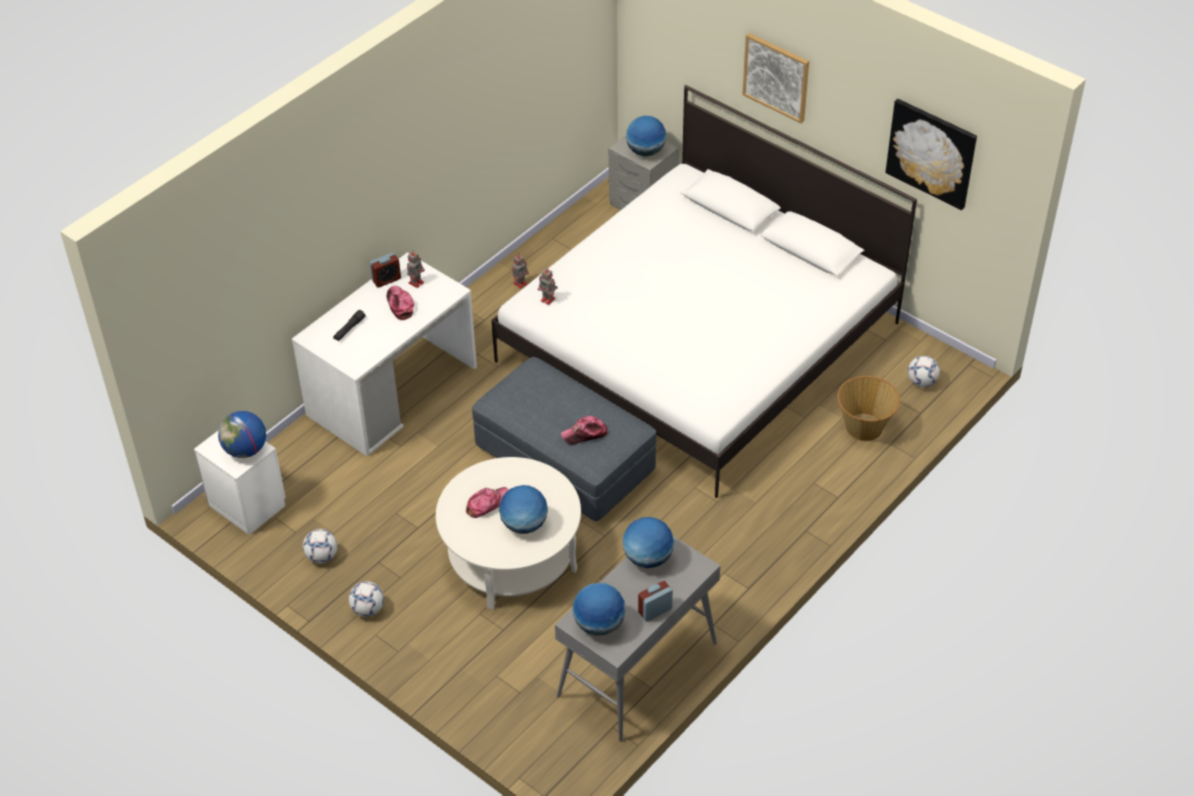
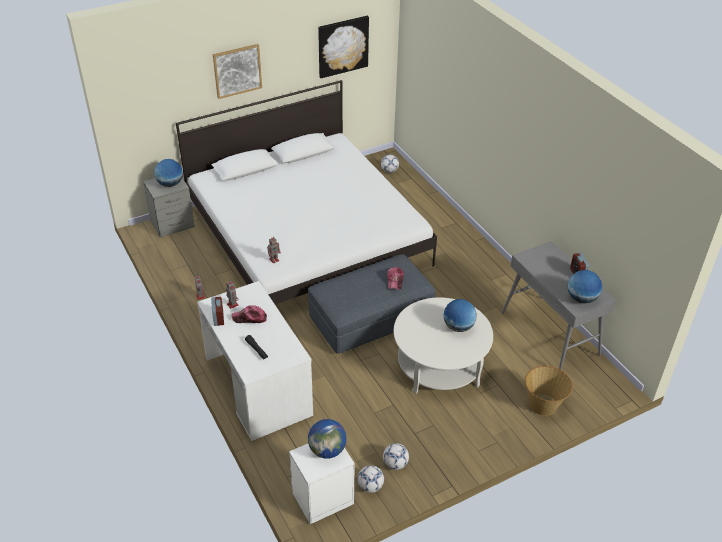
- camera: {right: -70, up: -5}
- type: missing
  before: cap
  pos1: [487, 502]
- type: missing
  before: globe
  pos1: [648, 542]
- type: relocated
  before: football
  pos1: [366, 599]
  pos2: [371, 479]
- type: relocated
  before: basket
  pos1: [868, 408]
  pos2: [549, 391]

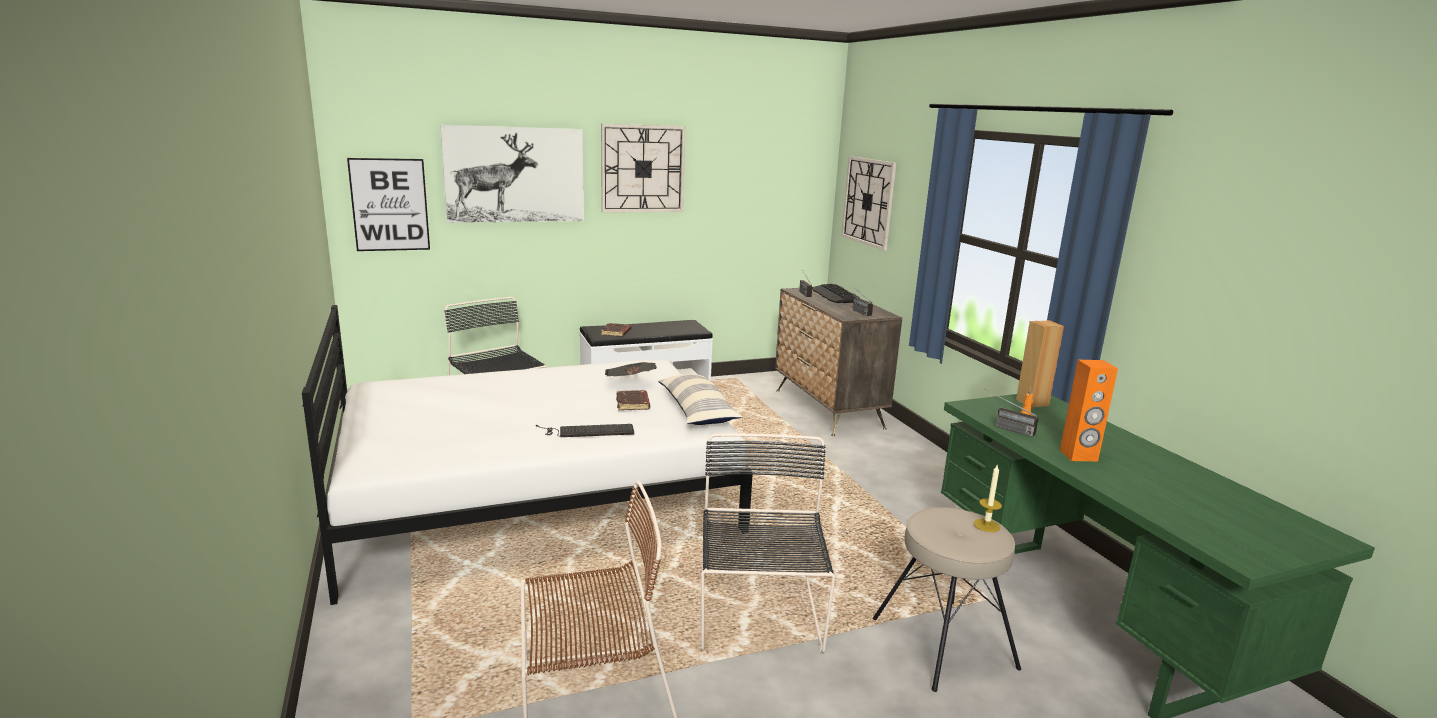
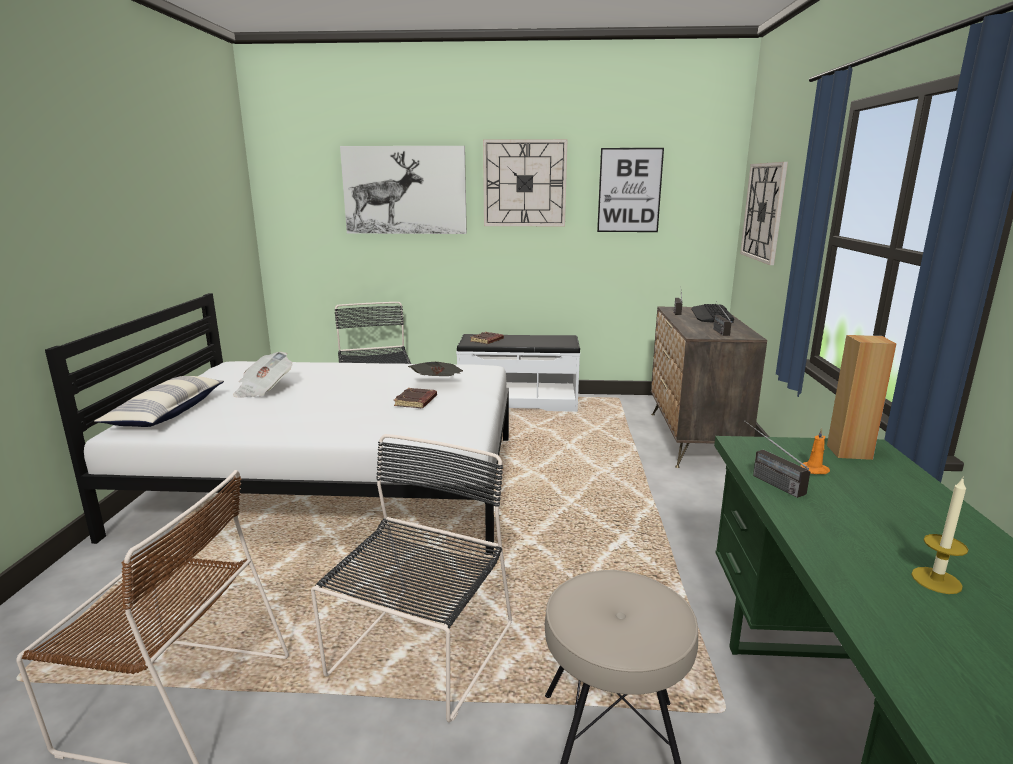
- camera: {right: 25, up: 0}
- type: missing
  before: keyboard
  pos1: [585, 430]
- type: missing
  before: orange speaker
  pos1: [1089, 410]
- type: appeared
  after: newspaper
  pos2: [262, 375]
- type: relocated
  before: picture
  pos1: [388, 204]
  pos2: [630, 190]
- type: relocated
  before: pillow
  pos1: [700, 399]
  pos2: [159, 401]
- type: relocated
  before: candle
  pos1: [988, 498]
  pos2: [939, 536]

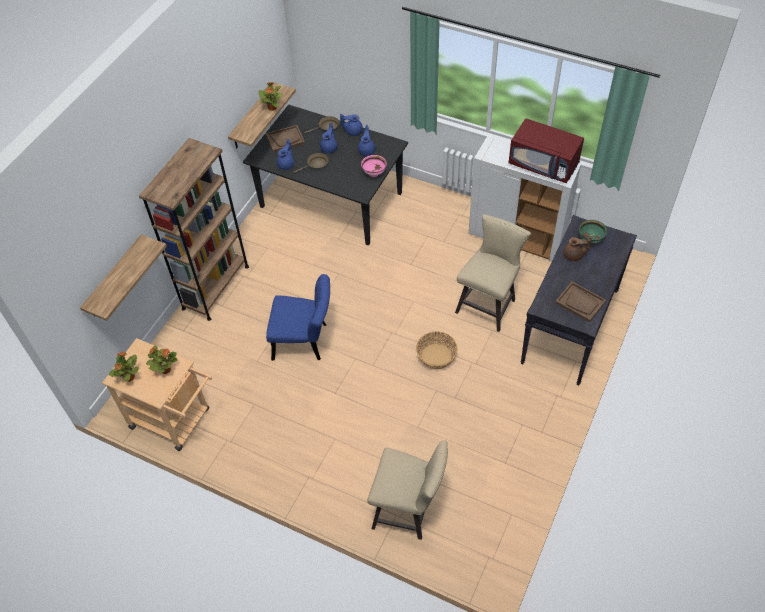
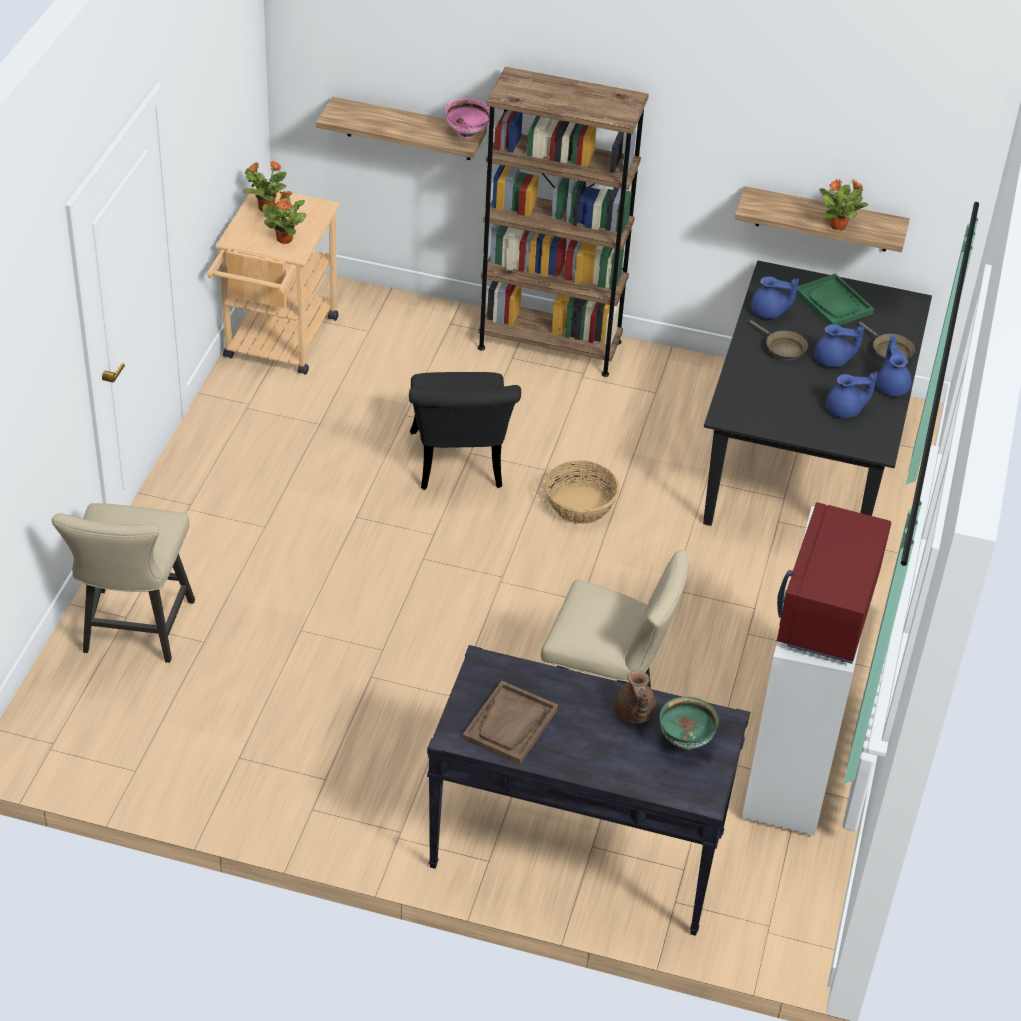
- camera: {right: 75, up: -10}
- type: relocated
  before: pink bowl
  pos1: [374, 166]
  pos2: [468, 119]
- type: relocated
  before: basket
  pos1: [437, 350]
  pos2: [582, 492]
- type: colour
  before: brown tray
  after: green tray
  pos1: [285, 139]
  pos2: [835, 299]
- type: colour
  before: blue chair
  after: black chair
  pos1: [298, 317]
  pos2: [465, 431]

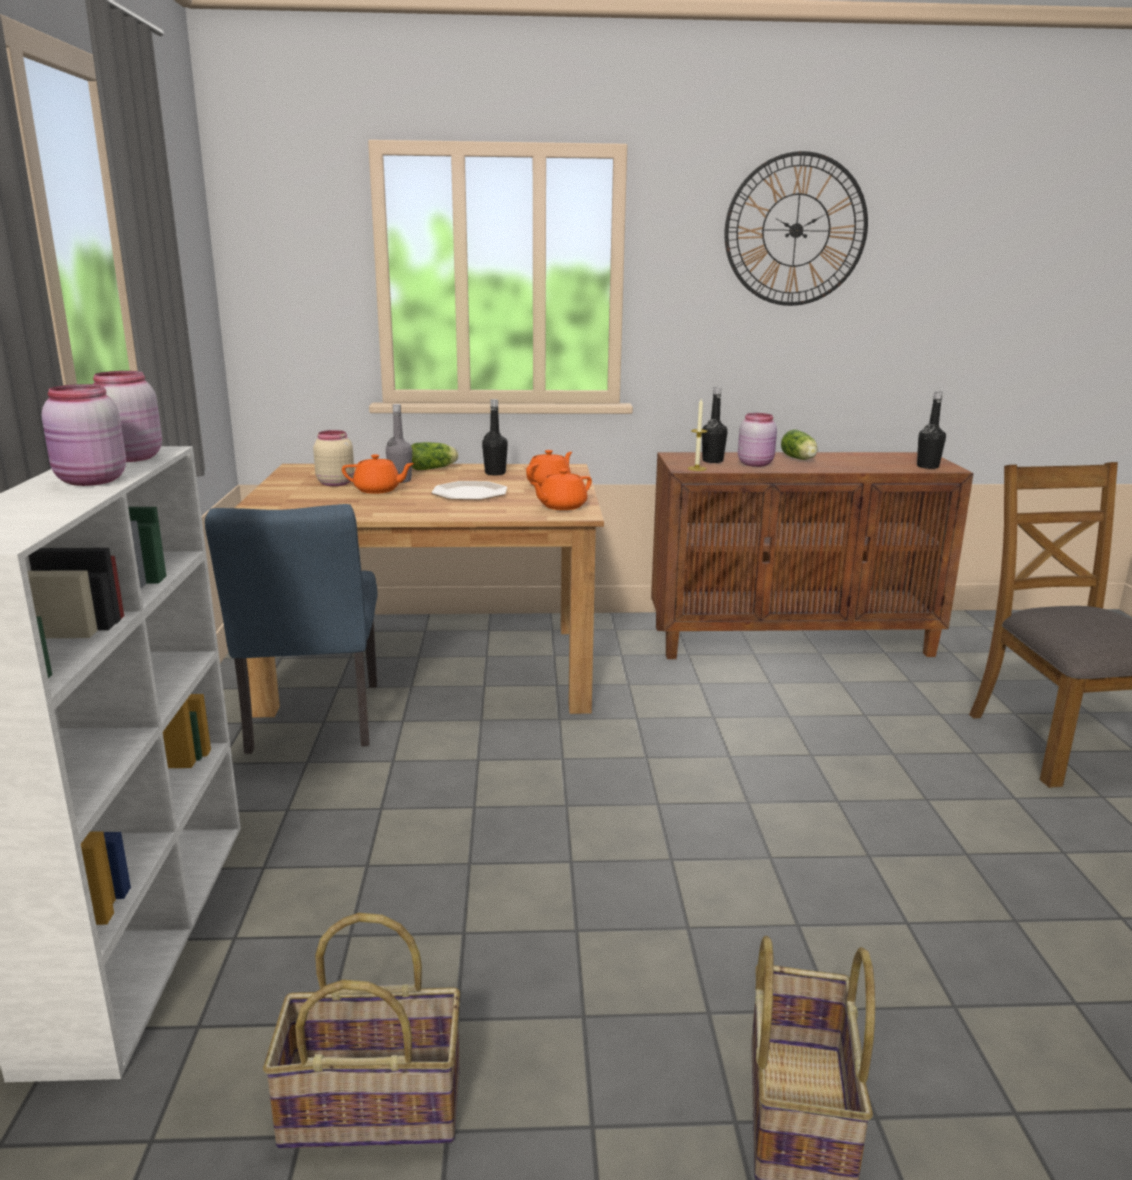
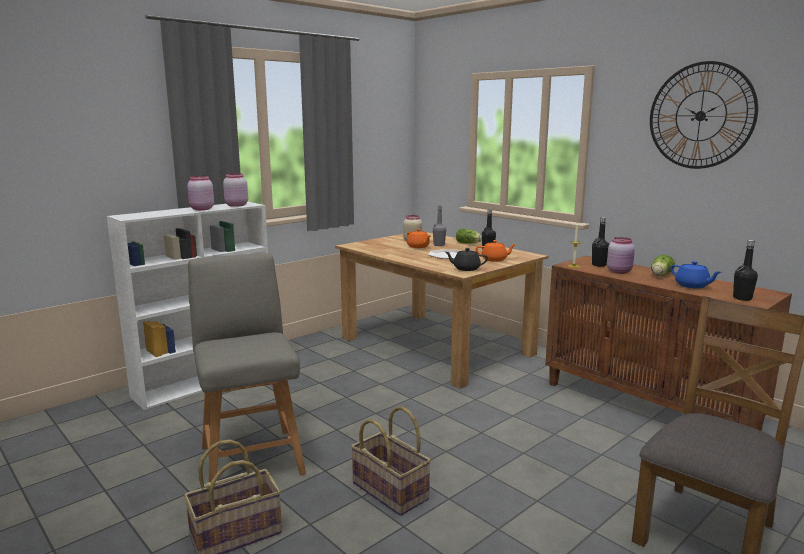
- camera: {right: 50, up: -5}
- type: missing
  before: blue chair
  pos1: [291, 629]
- type: appeared
  after: grey chair
  pos2: [247, 368]
- type: appeared
  after: blue teapot
  pos2: [696, 274]
- type: relocated
  before: basket
  pos1: [361, 1030]
  pos2: [391, 461]
- type: colour
  before: orange teapot
  after: black teapot
  pos1: [561, 489]
  pos2: [466, 259]

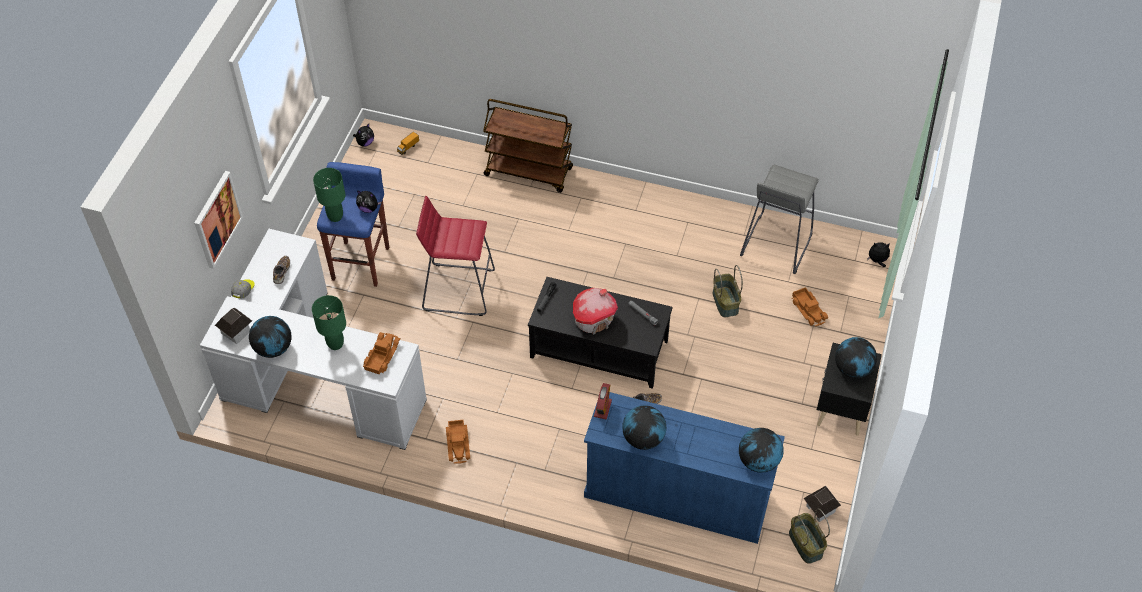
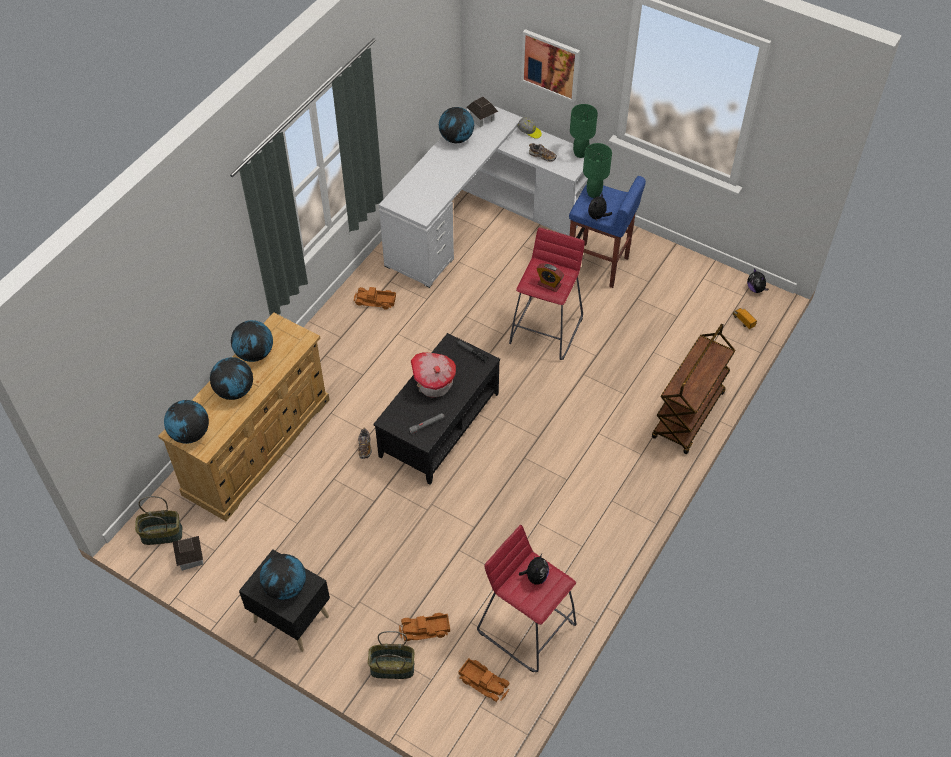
- camera: {right: 105, up: 0}
- type: appeared
  after: globe
  pos2: [231, 378]
- type: relocated
  before: green table lamp
  pos1: [329, 322]
  pos2: [584, 131]
- type: relocated
  before: toy truck
  pos1: [382, 353]
  pos2: [484, 680]
- type: relocated
  before: alarm clock
  pos1: [603, 401]
  pos2: [550, 277]
- type: relocated
  before: basket
  pos1: [728, 291]
  pos2: [391, 655]
- type: relocated
  before: plush toy
  pos1: [879, 254]
  pos2: [534, 569]
- type: colour
  before: blue dresser
  after: beige dresser
  pos1: [684, 468]
  pos2: [243, 416]
- type: colour
  before: grey stool
  after: red stool
  pos1: [779, 219]
  pos2: [526, 598]

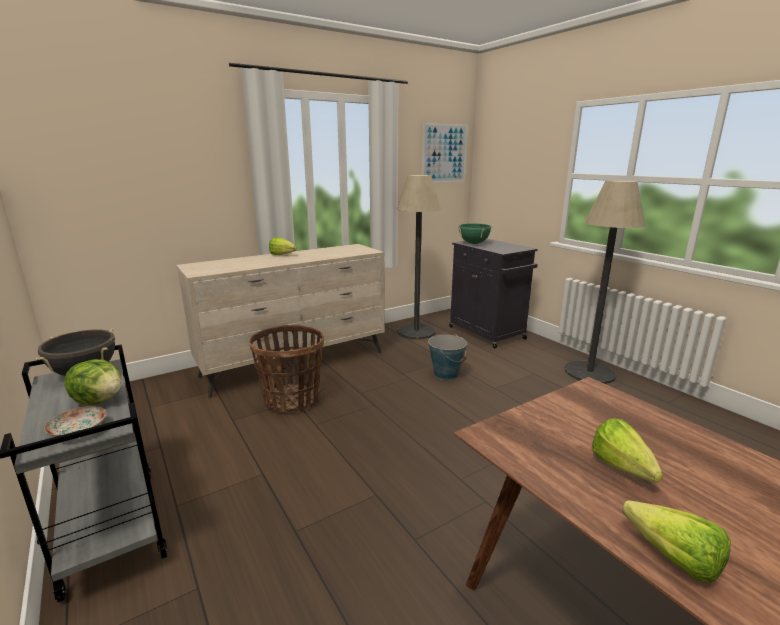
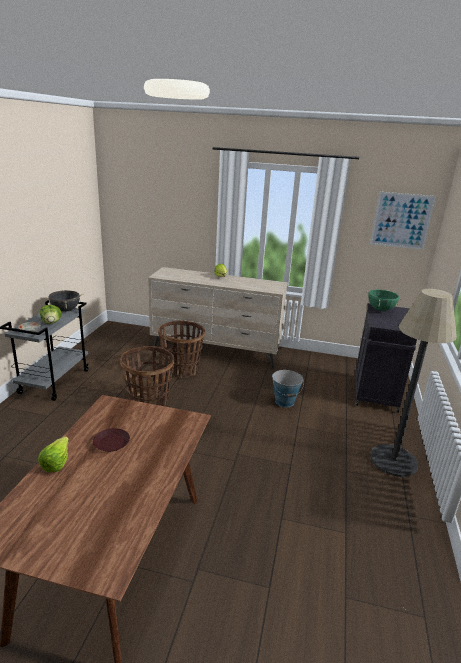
- camera: {right: 45, up: 5}
- type: missing
  before: floor lamp
  pos1: [419, 257]
- type: appeared
  after: basket
  pos2: [147, 376]
- type: exchanged
  before: lettuce
  after: brown plate
  pos1: [627, 450]
  pos2: [111, 440]

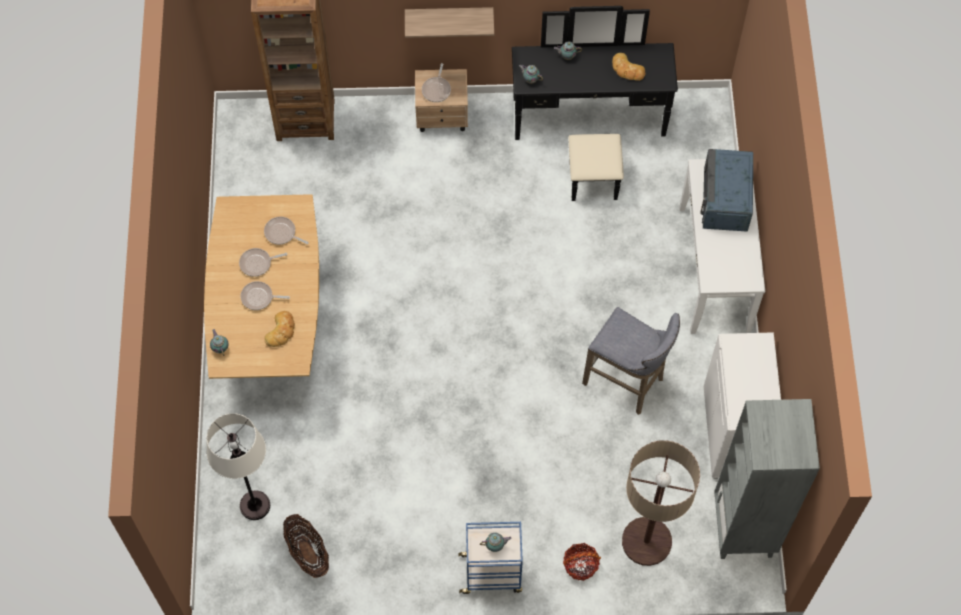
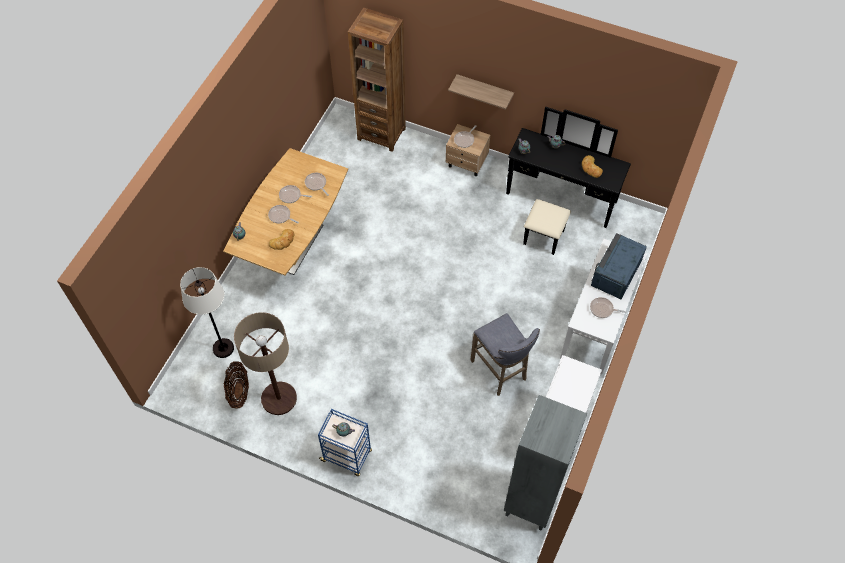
- camera: {right: 25, up: -5}
- type: missing
  before: basket
  pos1: [582, 562]
- type: appeared
  after: frying pan
  pos2: [608, 307]
- type: relocated
  before: floor lamp
  pos1: [661, 503]
  pos2: [265, 363]

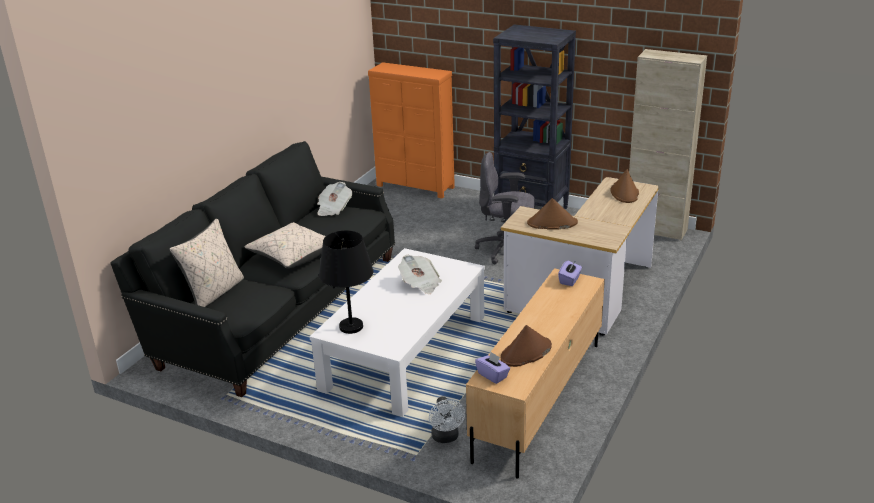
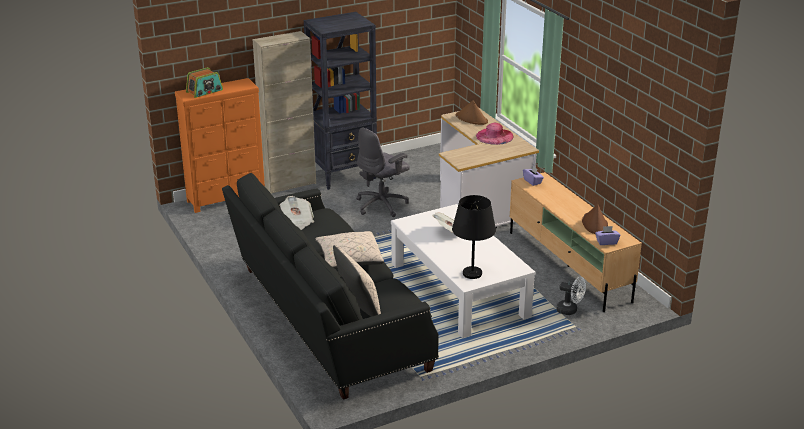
- camera: {right: -55, up: 0}
- type: missing
  before: brown hat
  pos1: [552, 214]
- type: appeared
  after: radio
  pos2: [204, 82]
- type: appeared
  after: pink hat
  pos2: [494, 134]
- type: relocated
  before: beige cabinet
  pos1: [668, 145]
  pos2: [284, 112]

